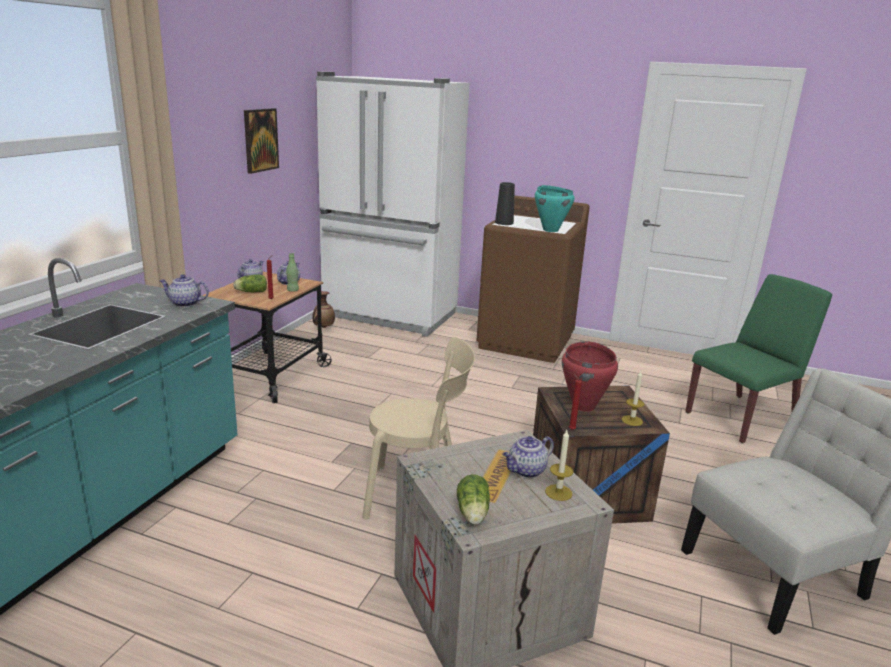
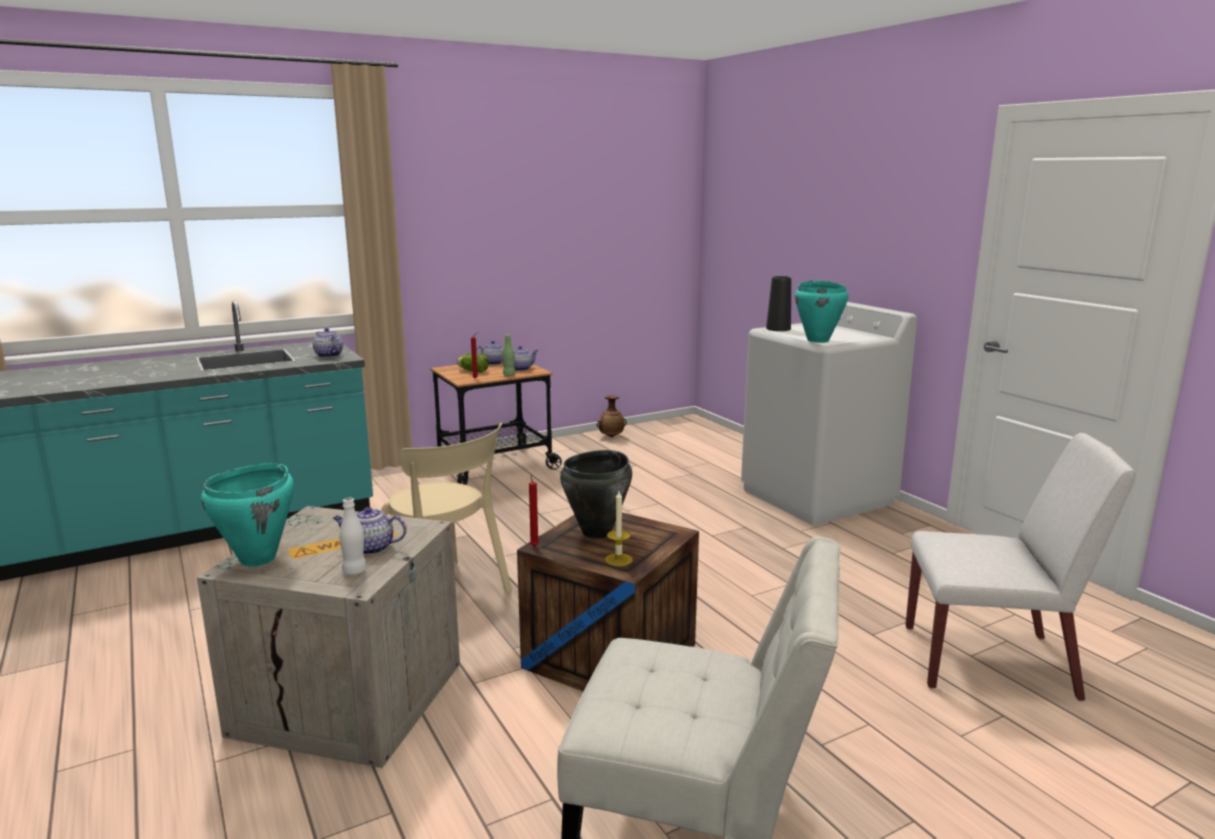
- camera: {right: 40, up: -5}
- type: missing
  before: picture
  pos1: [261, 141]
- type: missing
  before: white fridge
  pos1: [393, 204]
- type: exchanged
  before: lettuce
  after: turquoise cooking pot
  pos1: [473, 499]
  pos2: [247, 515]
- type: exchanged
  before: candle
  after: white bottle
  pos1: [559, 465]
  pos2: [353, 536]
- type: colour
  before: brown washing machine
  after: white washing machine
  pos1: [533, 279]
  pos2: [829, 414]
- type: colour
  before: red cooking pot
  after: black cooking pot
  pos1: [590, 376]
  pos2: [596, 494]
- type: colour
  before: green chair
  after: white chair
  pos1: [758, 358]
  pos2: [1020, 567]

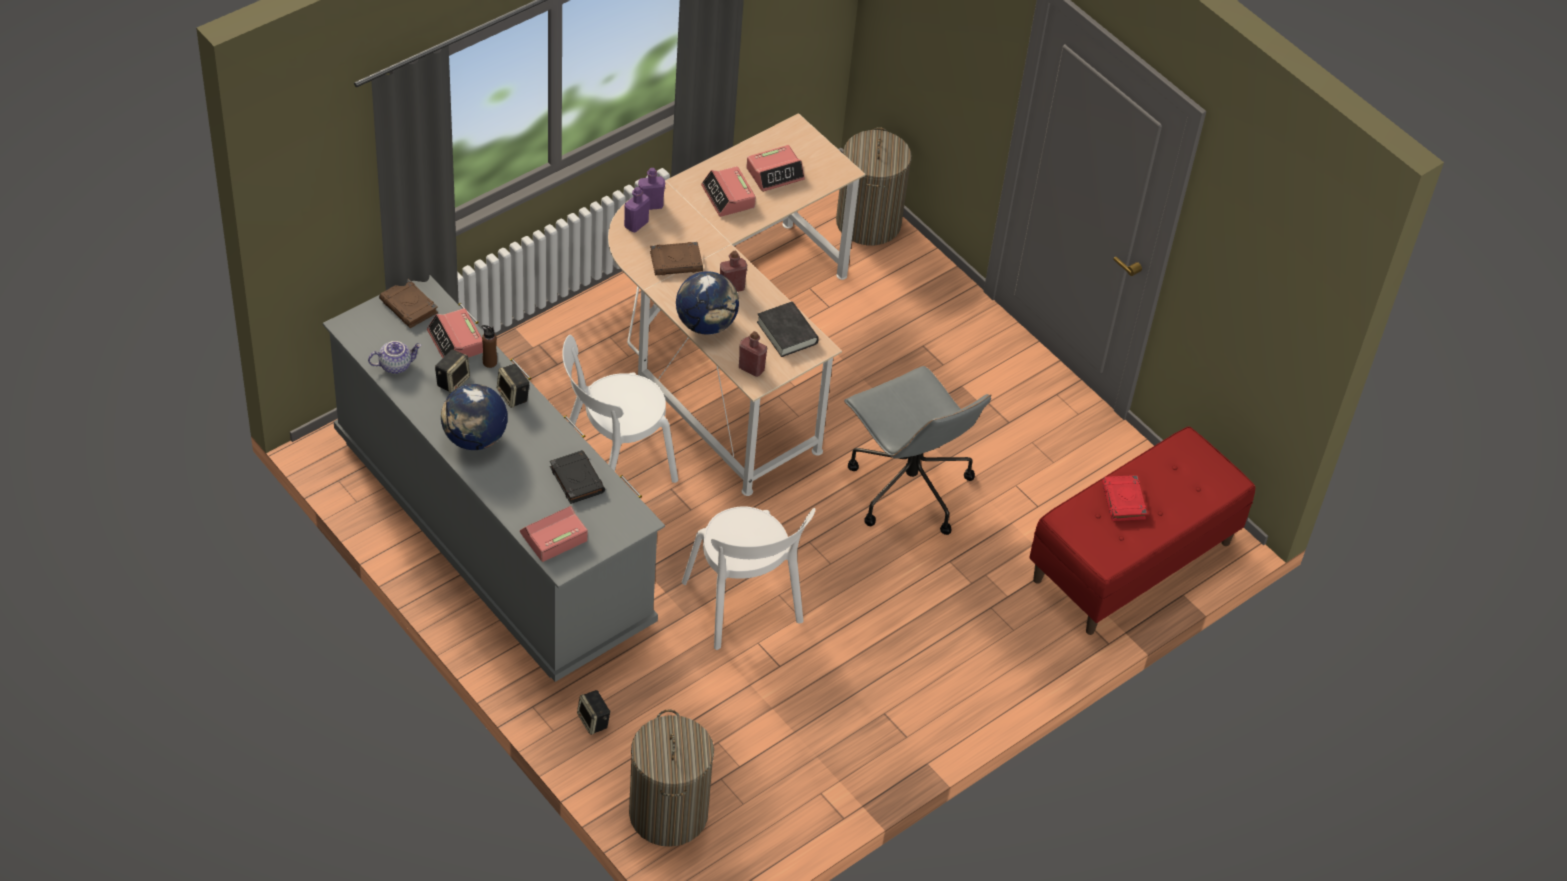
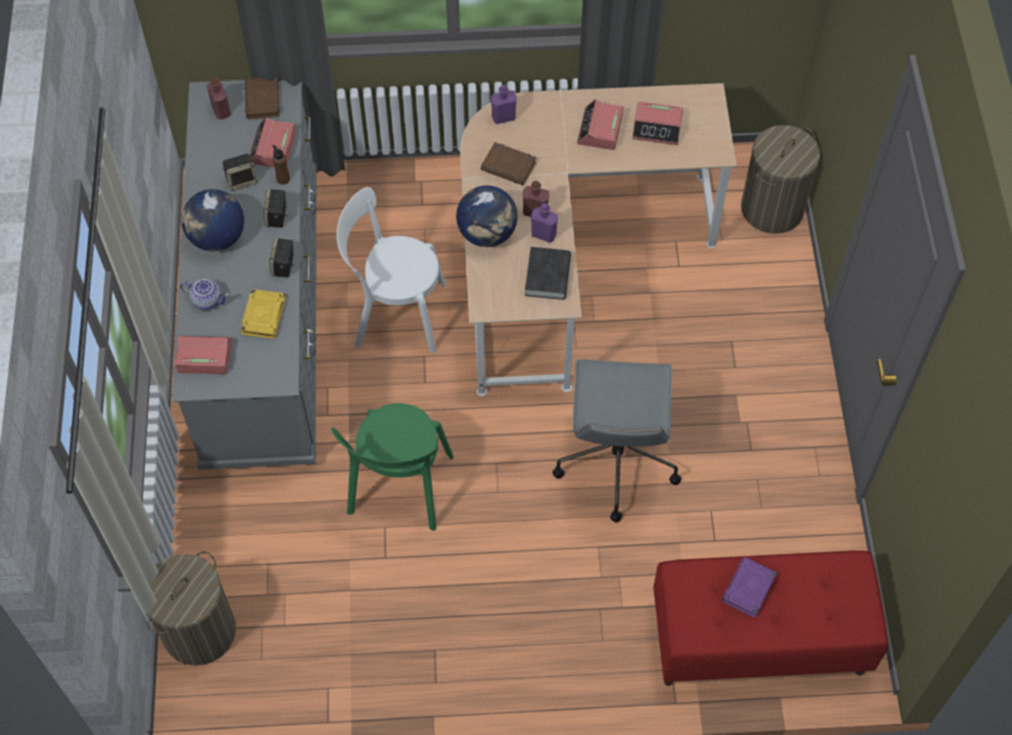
- camera: {right: 40, up: 10}
- type: relocated
  before: teapot
  pos1: [395, 357]
  pos2: [204, 294]
- type: relocated
  before: speaker
  pos1: [594, 712]
  pos2: [282, 257]
- type: relocated
  before: purple bottle
  pos1: [651, 189]
  pos2: [544, 223]
- type: relocated
  before: red bottle
  pos1: [753, 354]
  pos2: [219, 98]
- type: colour
  before: black book
  after: yellow book
  pos1: [577, 477]
  pos2: [263, 314]
- type: colour
  before: white chair
  after: green chair
  pos1: [749, 578]
  pos2: [392, 467]
- type: colour
  before: red book
  after: purple book
  pos1: [1124, 498]
  pos2: [749, 587]

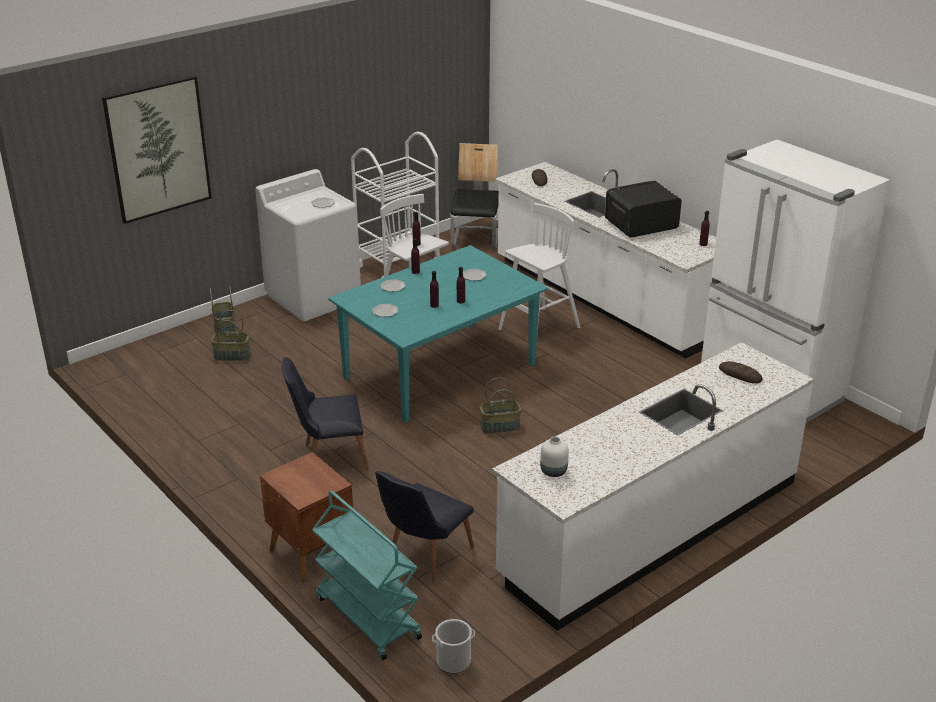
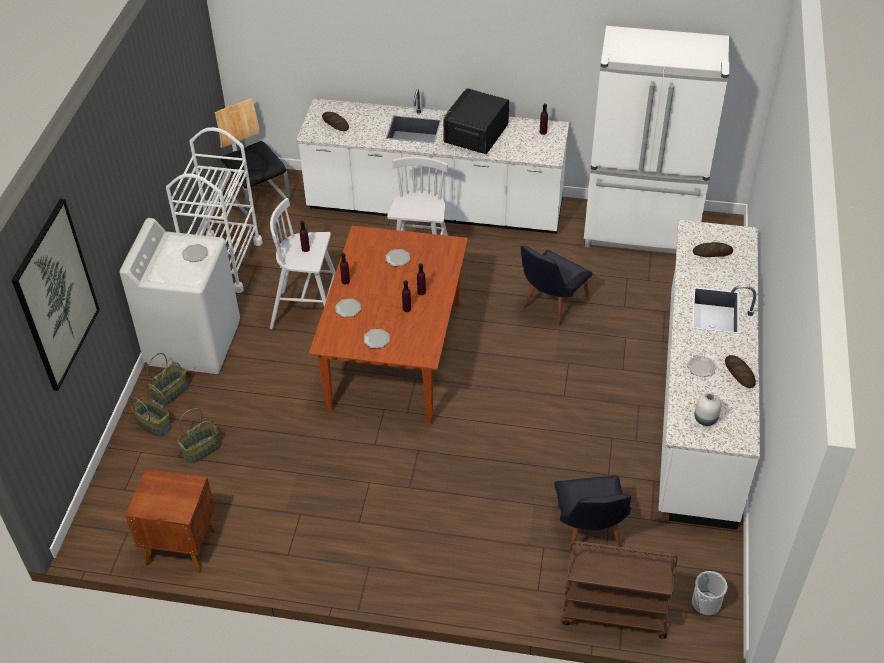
- camera: {right: -40, up: 15}
- type: appeared
  after: plate
  pos2: [701, 366]
- type: appeared
  after: bread
  pos2: [740, 371]
- type: relocated
  before: brown nightstand
  pos1: [306, 517]
  pos2: [170, 521]
- type: relocated
  before: black chair
  pos1: [325, 413]
  pos2: [556, 287]
- type: relocated
  before: basket
  pos1: [501, 406]
  pos2: [168, 379]
- type: colour
  before: turquoise cart
  after: brown cart
  pos1: [367, 575]
  pos2: [619, 590]
- type: colour
  before: turquoise dining table
  after: brown dining table
  pos1: [438, 334]
  pos2: [388, 325]

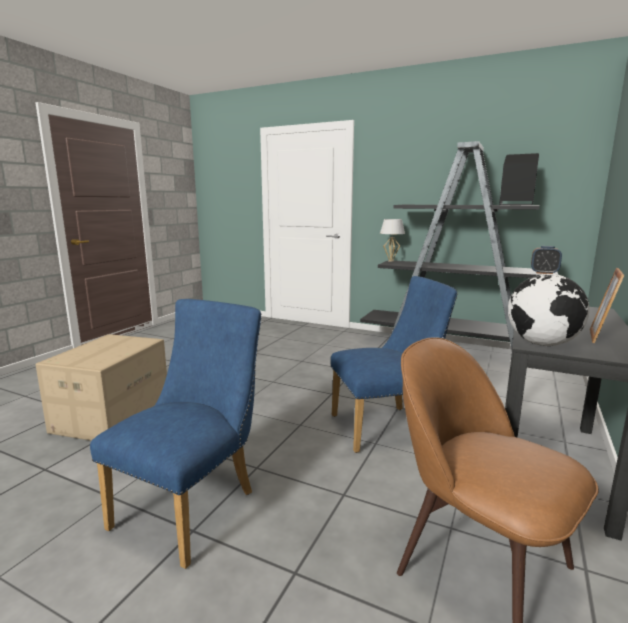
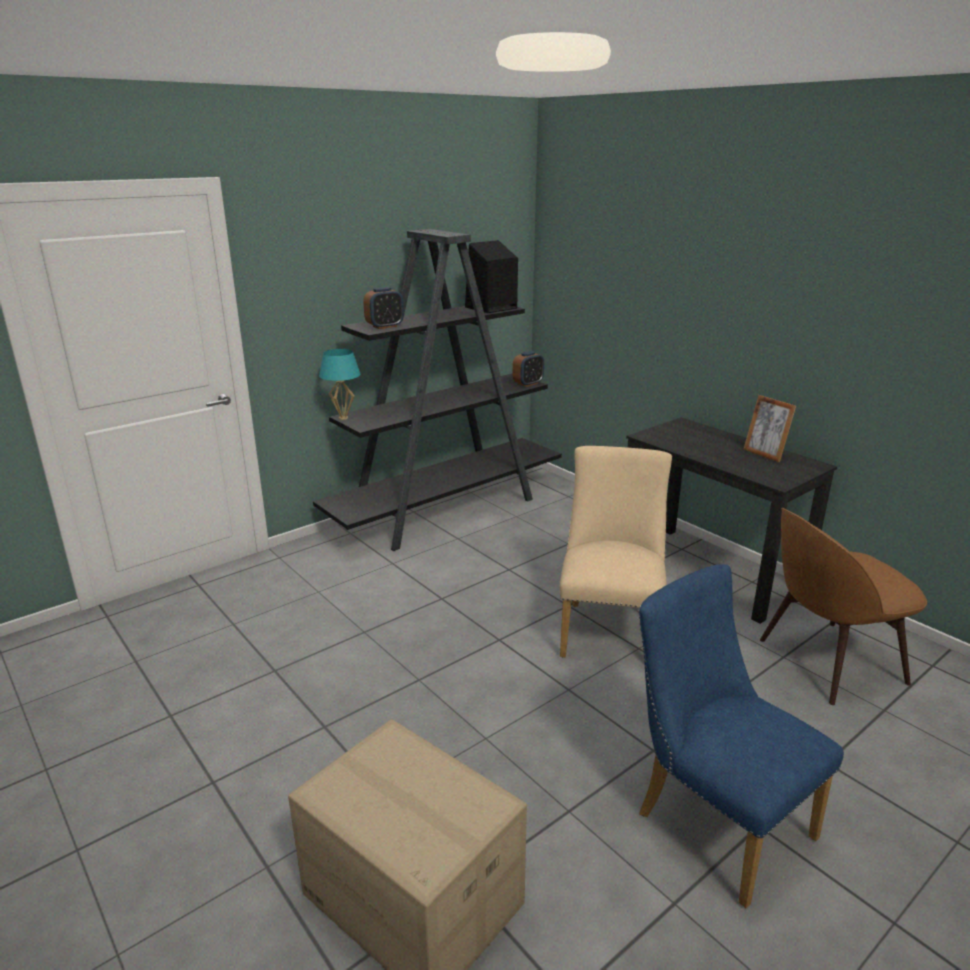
- camera: {right: -65, up: 10}
- type: missing
  before: globe
  pos1: [549, 310]
- type: appeared
  after: alarm clock
  pos2: [383, 308]
- type: colour
  before: blue chair
  after: beige chair
  pos1: [394, 364]
  pos2: [616, 551]
- type: colour
  before: white table lamp
  after: turquoise table lamp
  pos1: [392, 240]
  pos2: [340, 384]

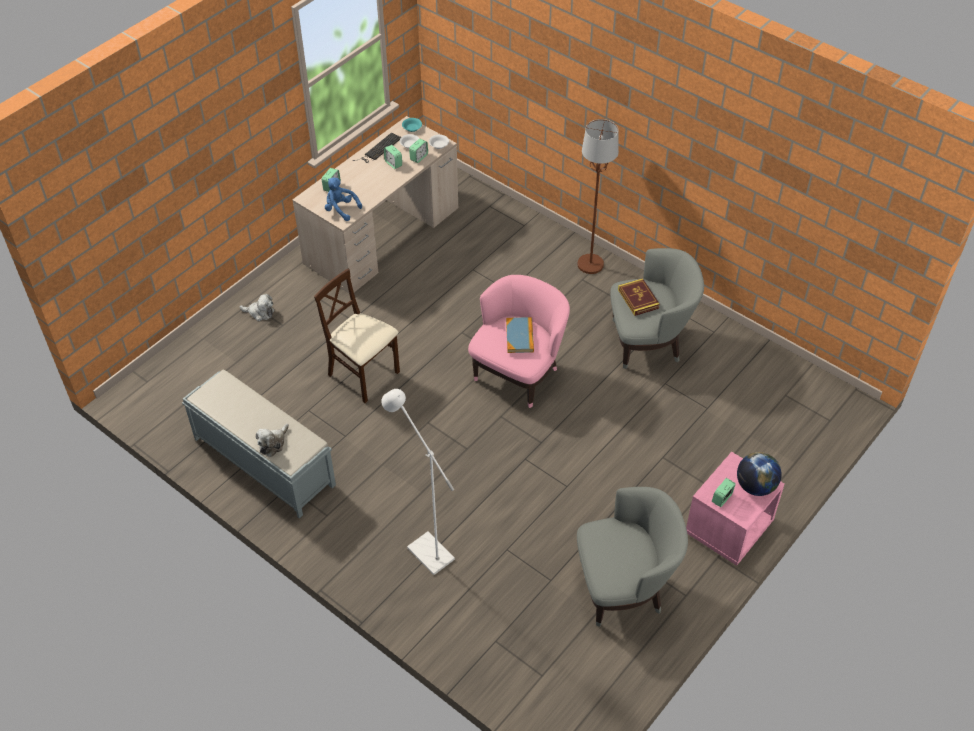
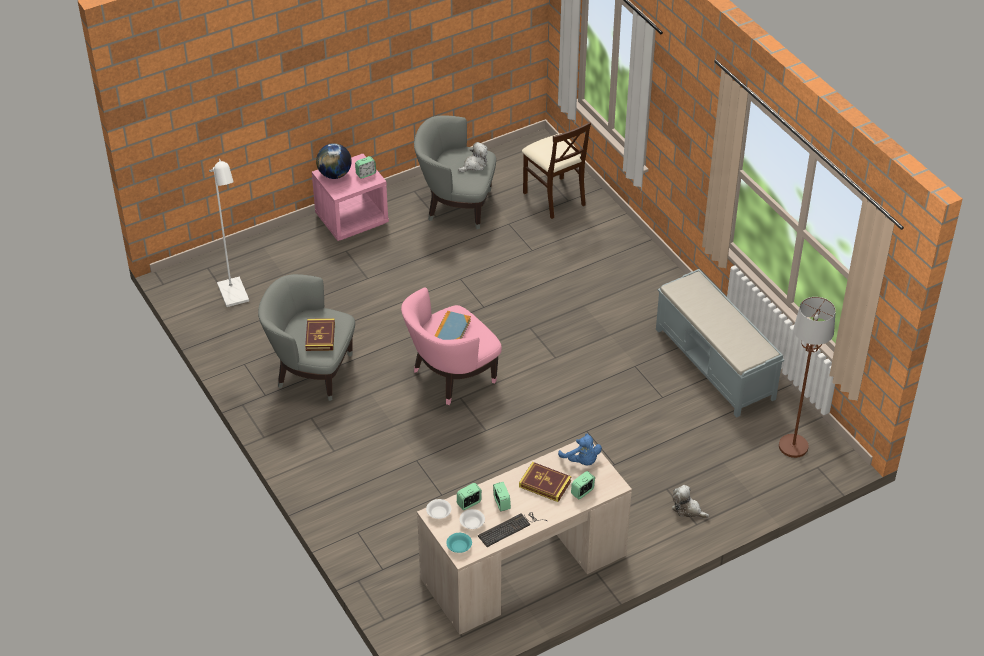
- camera: {right: -160, up: -5}
- type: appeared
  after: book
  pos2: [545, 482]
- type: relocated
  before: plush toy
  pos1: [272, 440]
  pos2: [473, 157]
- type: relocated
  before: beige chair
  pos1: [357, 336]
  pos2: [556, 170]
- type: relocated
  before: white floor lamp
  pos1: [418, 482]
  pos2: [229, 233]
- type: relocated
  before: brown floor lamp
  pos1: [598, 196]
  pos2: [807, 377]

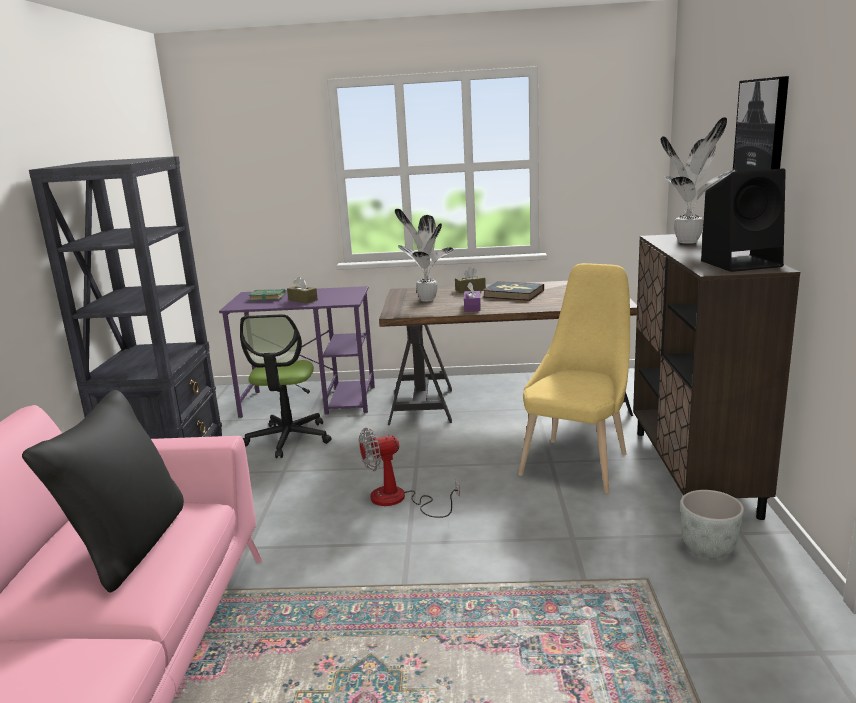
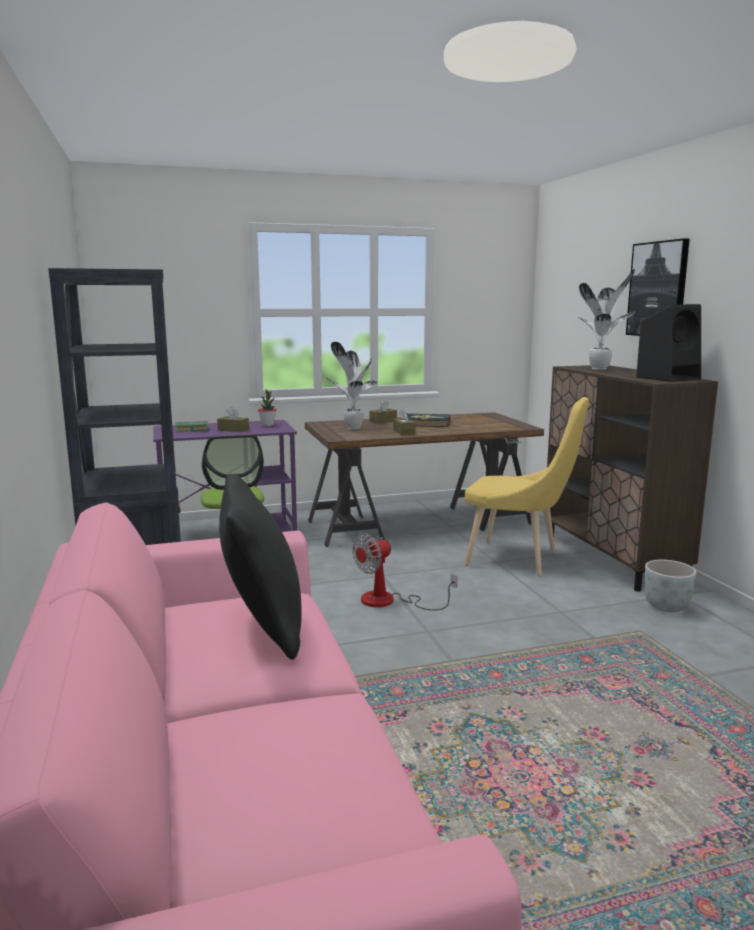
- camera: {right: -20, up: -5}
- type: appeared
  after: potted plant
  pos2: [267, 407]
- type: colour
  before: purple tissue box
  after: brown tissue box
  pos1: [472, 297]
  pos2: [404, 422]
- type: spun
  before: yellow chair
  pos1: [574, 378]
  pos2: [526, 486]
  turn: 105

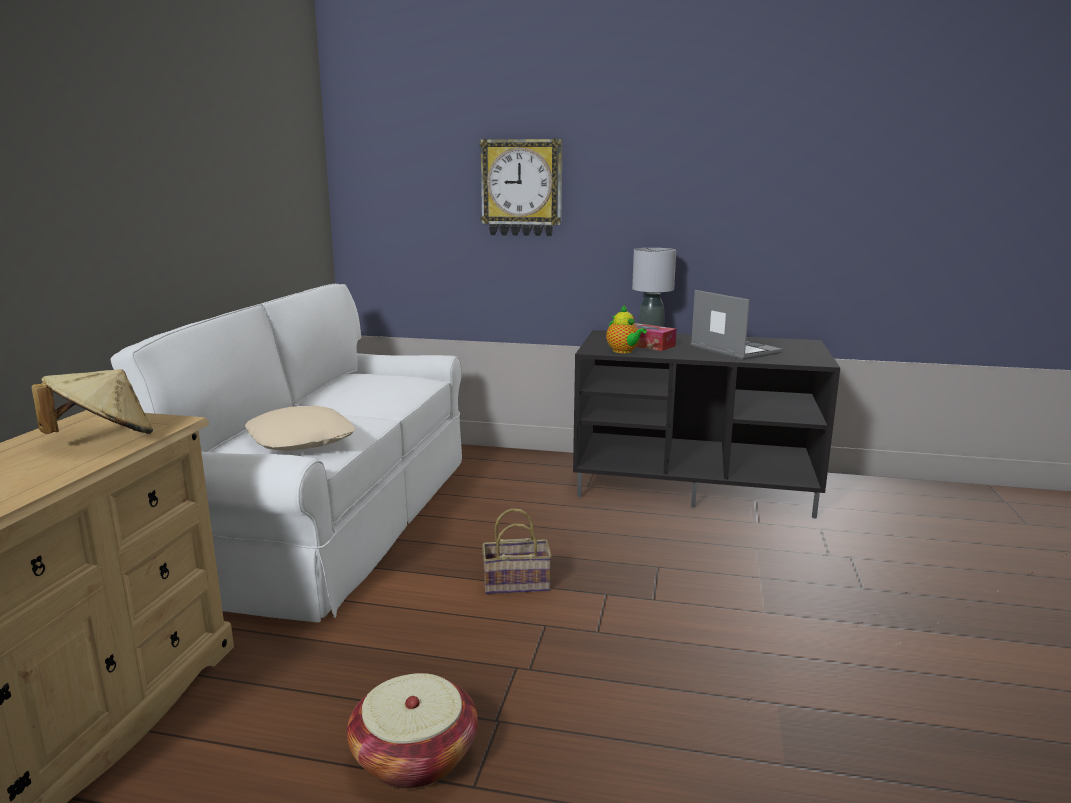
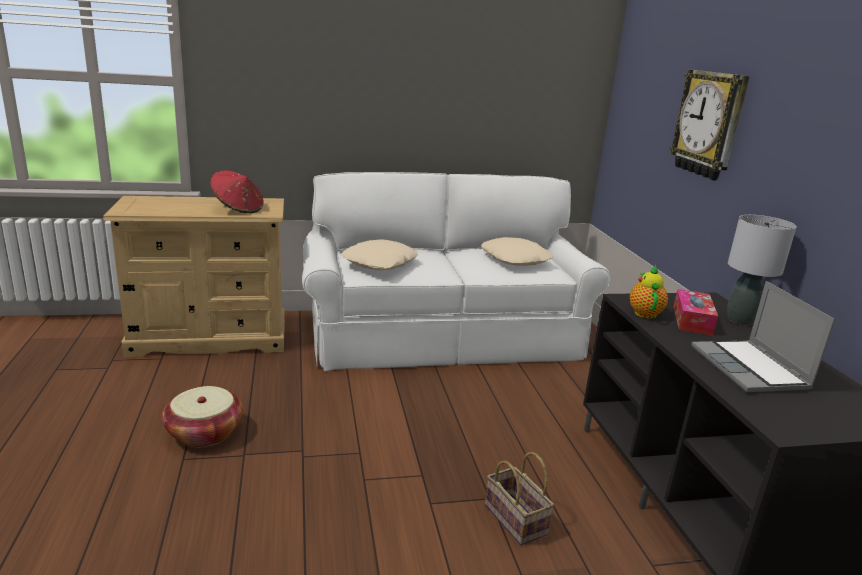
- camera: {right: 65, up: 5}
- type: appeared
  after: beige pillow
  pos2: [517, 251]
- type: relocated
  before: basket
  pos1: [517, 551]
  pos2: [519, 498]
- type: colour
  before: beige hat
  after: red hat
  pos1: [92, 401]
  pos2: [237, 191]
- type: spun
  before: teapot
  pos1: [626, 329]
  pos2: [649, 292]
  turn: 150
- type: spun
  before: laptop
  pos1: [736, 325]
  pos2: [763, 336]
  turn: 135

